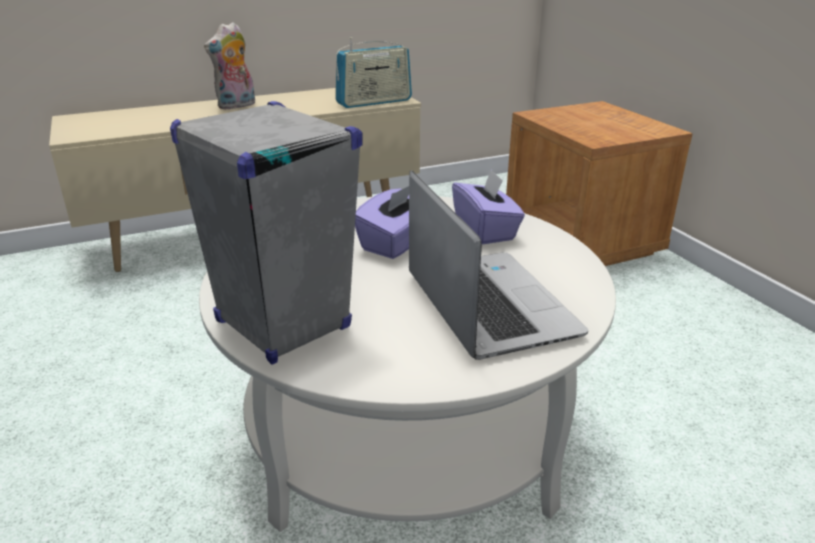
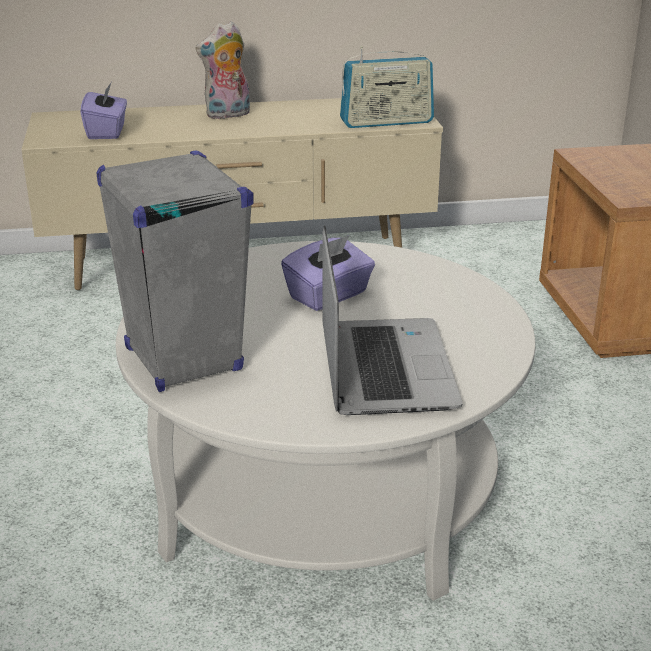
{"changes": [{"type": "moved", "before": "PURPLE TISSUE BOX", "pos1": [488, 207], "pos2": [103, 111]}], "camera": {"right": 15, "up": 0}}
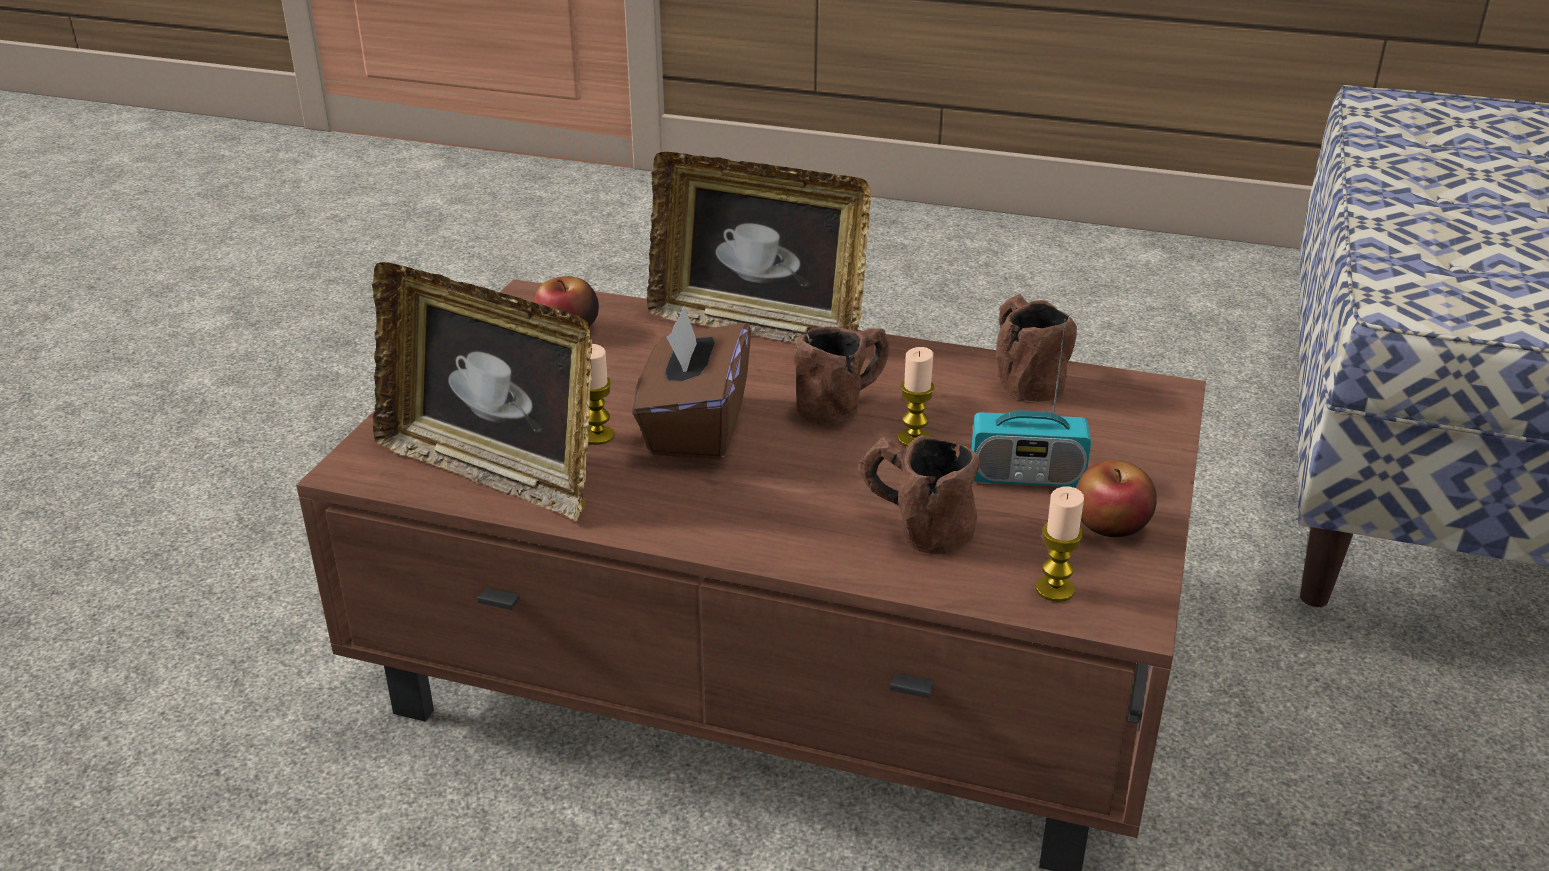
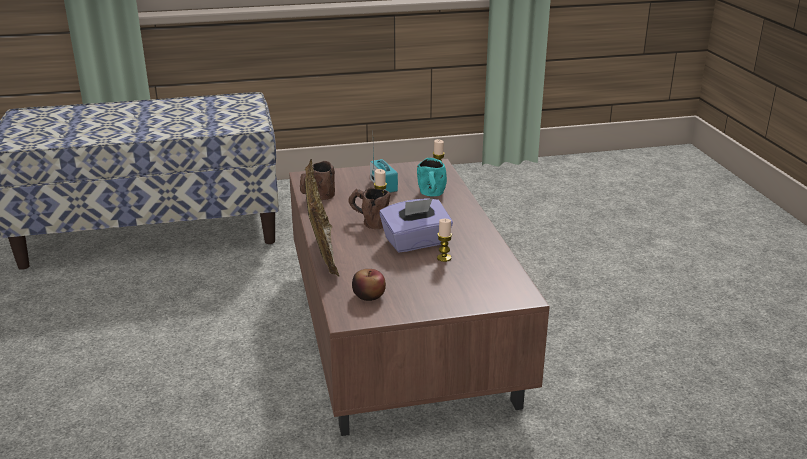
{"changes": [{"type": "removed", "before": "PICTURE FRAME", "pos1": [482, 391]}, {"type": "removed", "before": "APPLE", "pos1": [1116, 498]}, {"type": "recoloured", "before": "BROWN TISSUE BOX", "after": "PURPLE TISSUE BOX", "pos1": [691, 382], "pos2": [416, 225]}, {"type": "recoloured", "before": "BROWN MUG", "after": "TURQUOISE MUG", "pos1": [920, 494], "pos2": [432, 177]}], "camera": {"right": -120, "up": -5}}
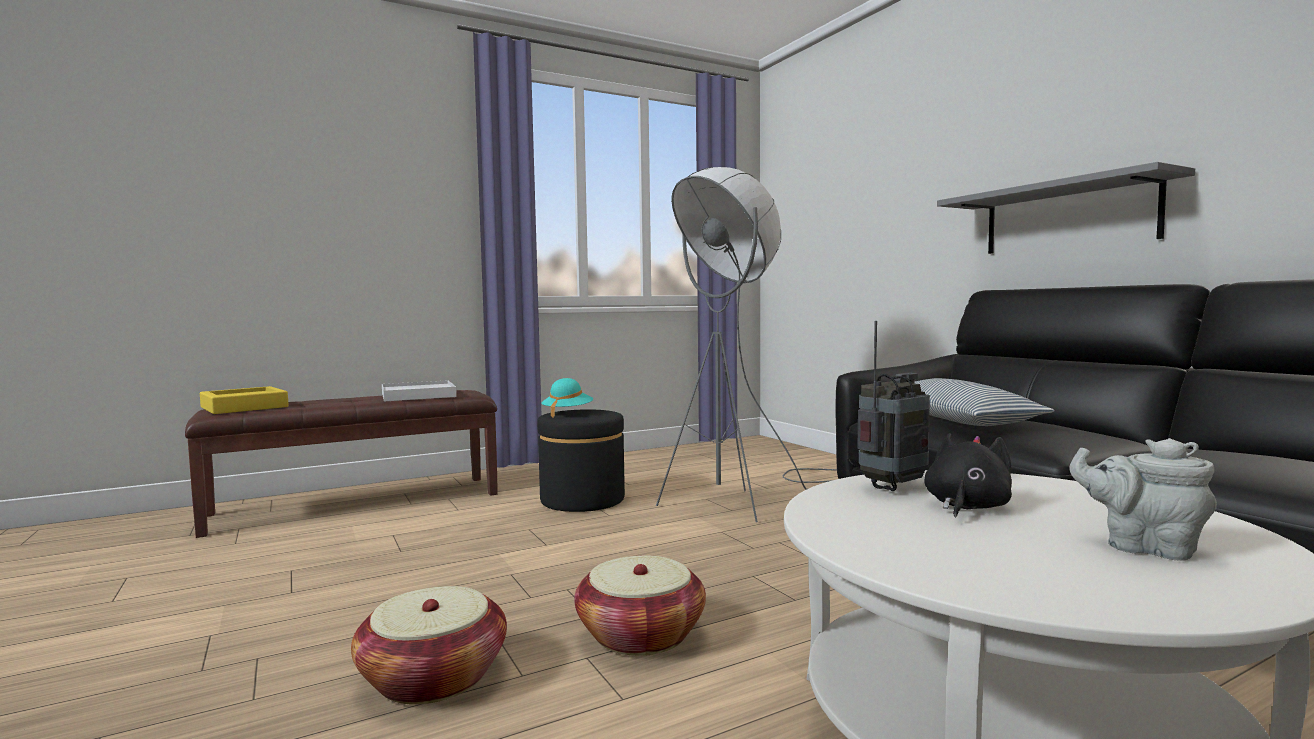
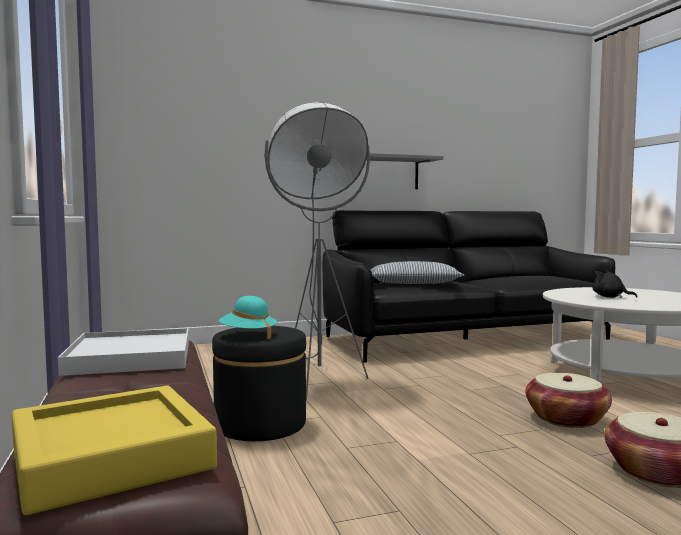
{"changes": [{"type": "removed", "before": "RADIO", "pos1": [894, 406]}, {"type": "removed", "before": "GREY TEAPOT", "pos1": [1143, 499]}], "camera": {"right": -80, "up": 0}}
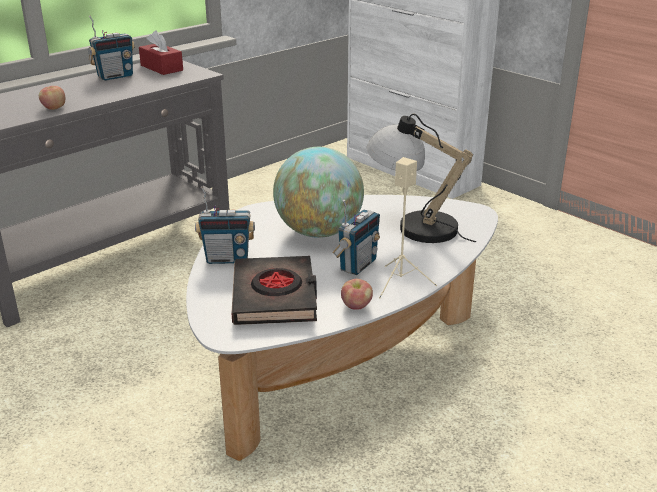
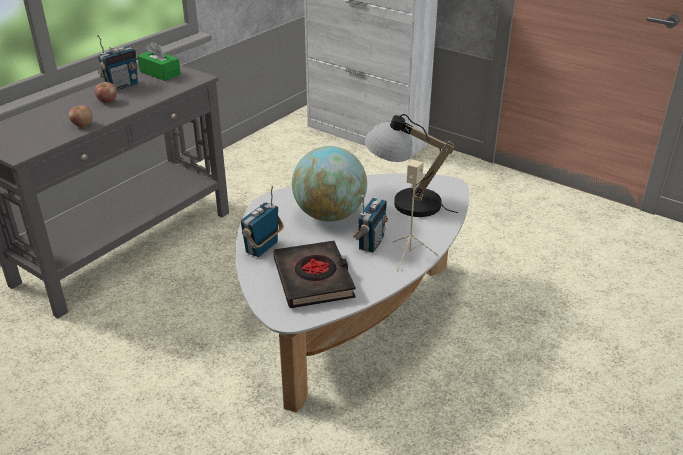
{"changes": [{"type": "moved", "before": "APPLE", "pos1": [357, 294], "pos2": [106, 92]}, {"type": "recoloured", "before": "RED TISSUE BOX", "after": "GREEN TISSUE BOX", "pos1": [161, 52], "pos2": [159, 61]}, {"type": "turned", "before": "RADIO", "pos1": [225, 225], "pos2": [262, 221], "turn": 135}], "camera": {"right": -10, "up": 5}}
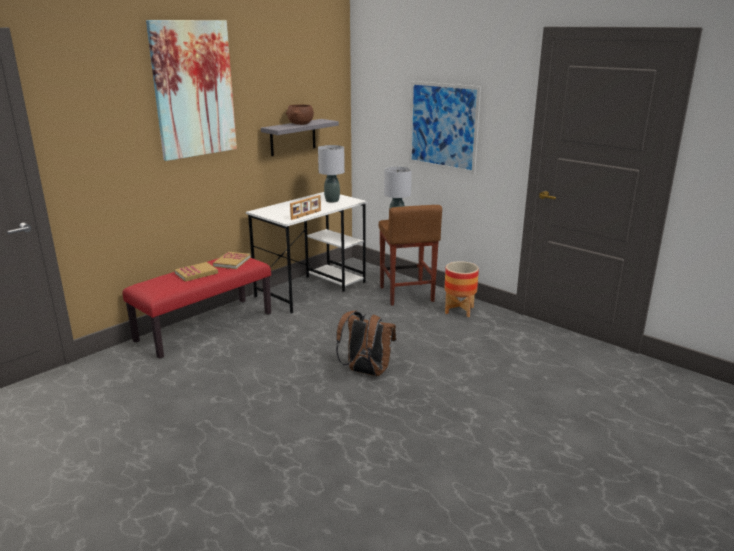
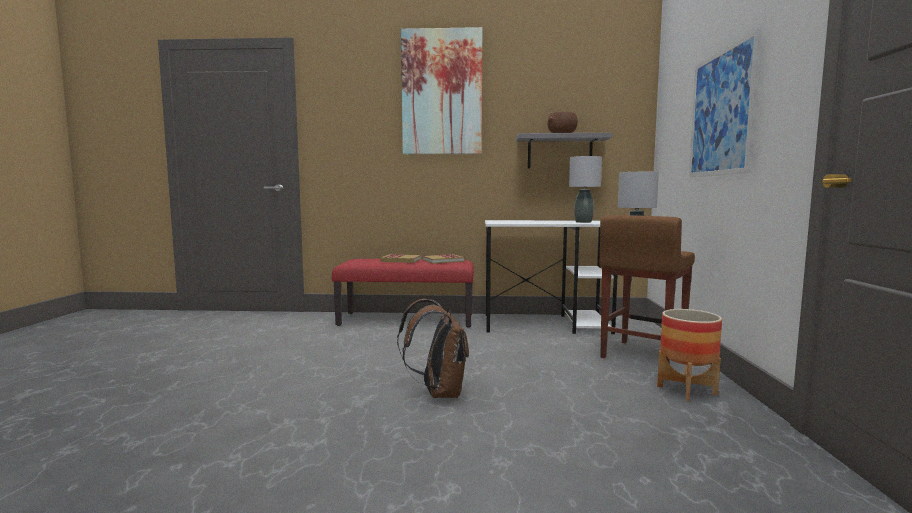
{"changes": [{"type": "removed", "before": "PICTURE FRAME", "pos1": [305, 207]}], "camera": {"right": 50, "up": -15}}
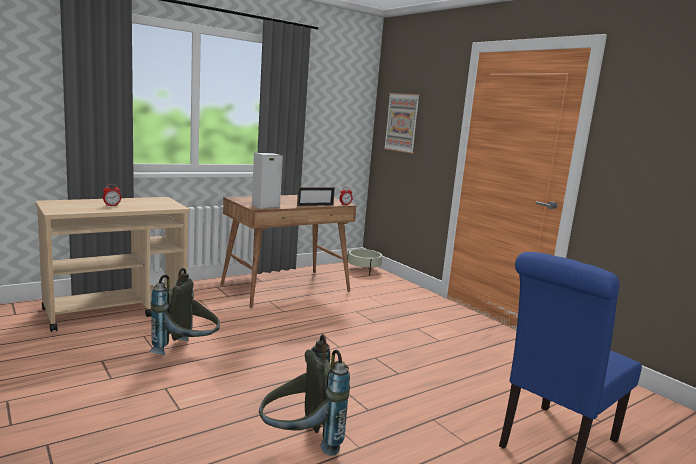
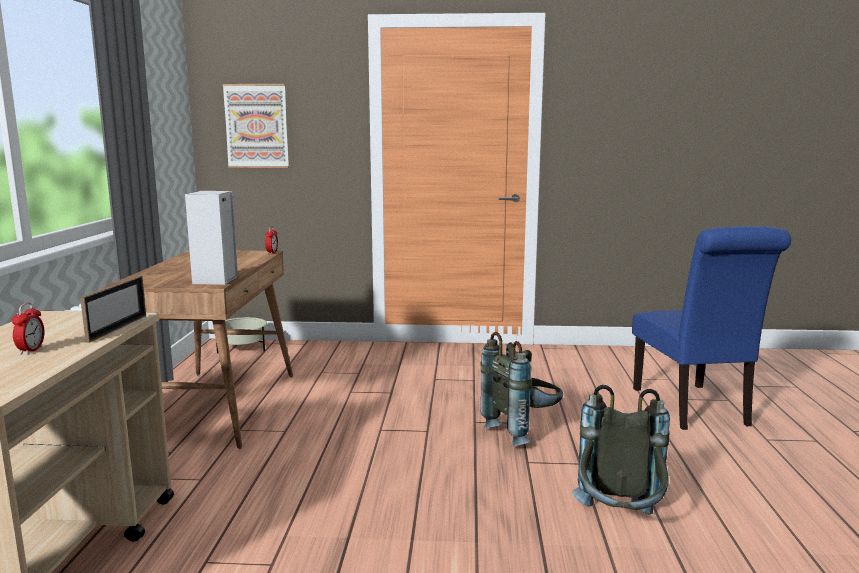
{"changes": [{"type": "moved", "before": "GREY BACKPACK", "pos1": [185, 311], "pos2": [522, 389]}, {"type": "moved", "before": "PICTURE FRAME", "pos1": [316, 196], "pos2": [113, 309]}], "camera": {"right": -50, "up": 0}}
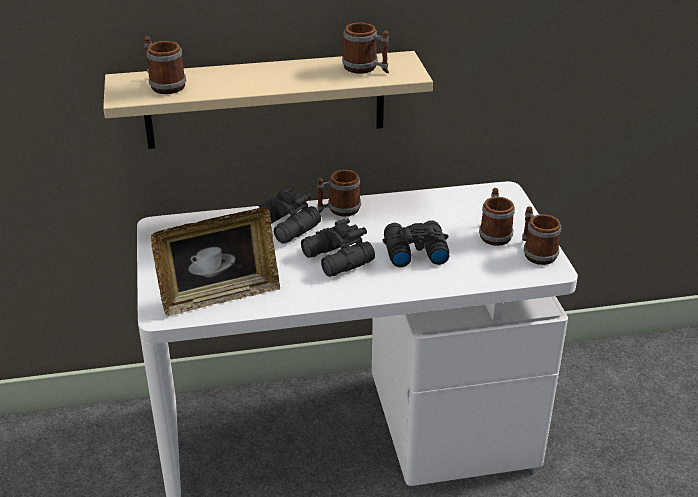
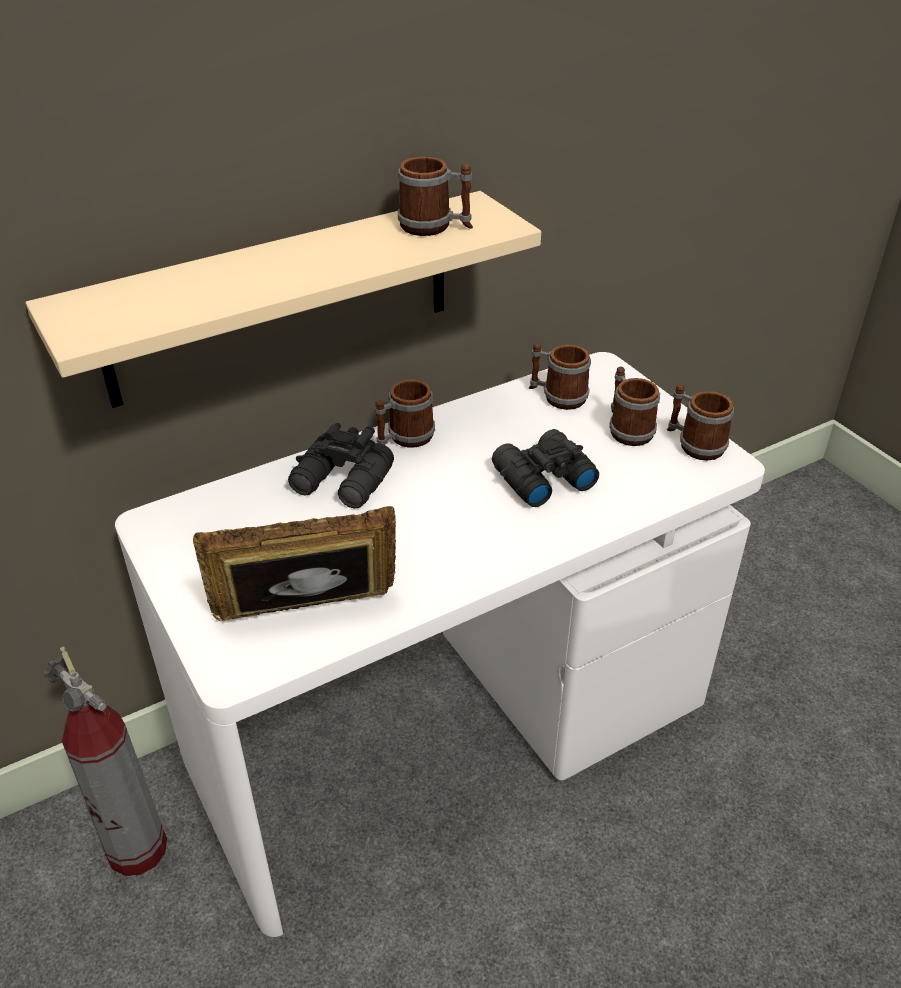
{"changes": [{"type": "removed", "before": "BLACK BINOCULARS", "pos1": [338, 248]}, {"type": "added", "after": "FIRE EXTINGUISHER", "pos2": [105, 761]}, {"type": "moved", "before": "MUG", "pos1": [165, 65], "pos2": [560, 376]}, {"type": "turned", "before": "PICTURE FRAME", "pos1": [215, 261], "pos2": [294, 563], "turn": -150}], "camera": {"right": -20, "up": 5}}
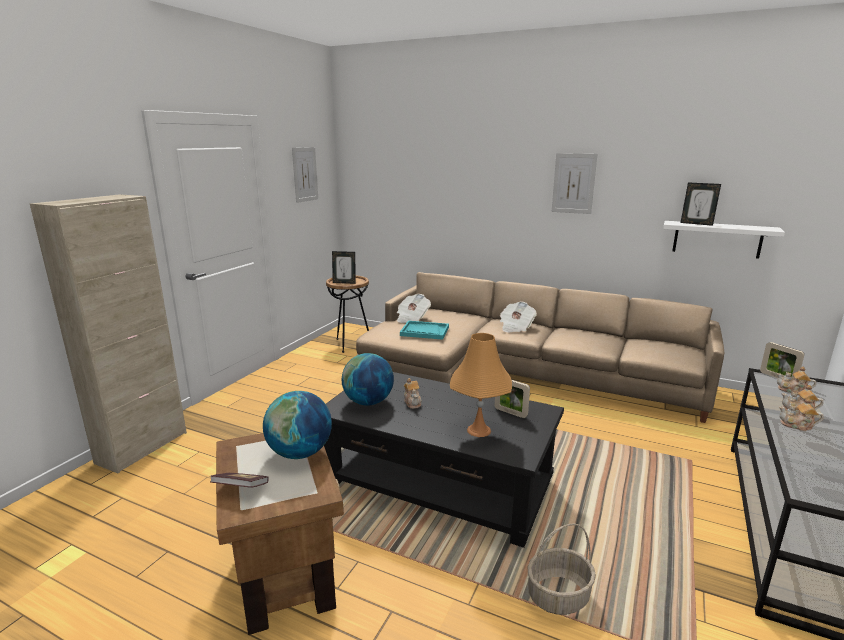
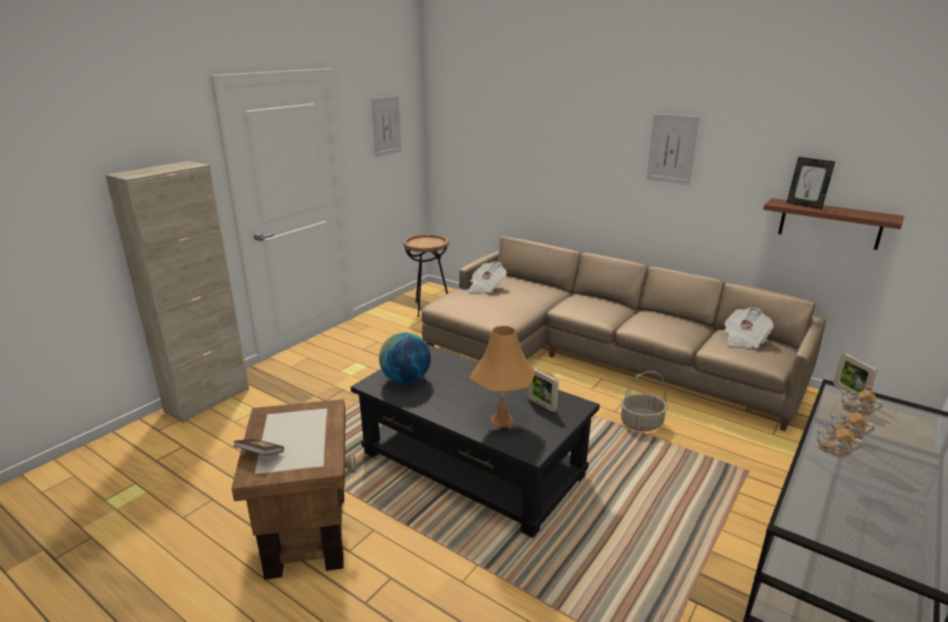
{"changes": [{"type": "removed", "before": "GLOBE", "pos1": [297, 425]}, {"type": "removed", "before": "PICTURE FRAME", "pos1": [344, 267]}, {"type": "removed", "before": "TURQUOISE TRAY", "pos1": [424, 330]}, {"type": "removed", "before": "TEAPOT", "pos1": [413, 393]}, {"type": "moved", "before": "NEWSPAPER", "pos1": [518, 316], "pos2": [749, 327]}, {"type": "moved", "before": "BASKET", "pos1": [562, 569], "pos2": [644, 401]}, {"type": "recoloured", "before": "WHITE SHELF", "after": "BROWN SHELF", "pos1": [724, 240], "pos2": [833, 224]}], "camera": {"right": 10, "up": 5}}
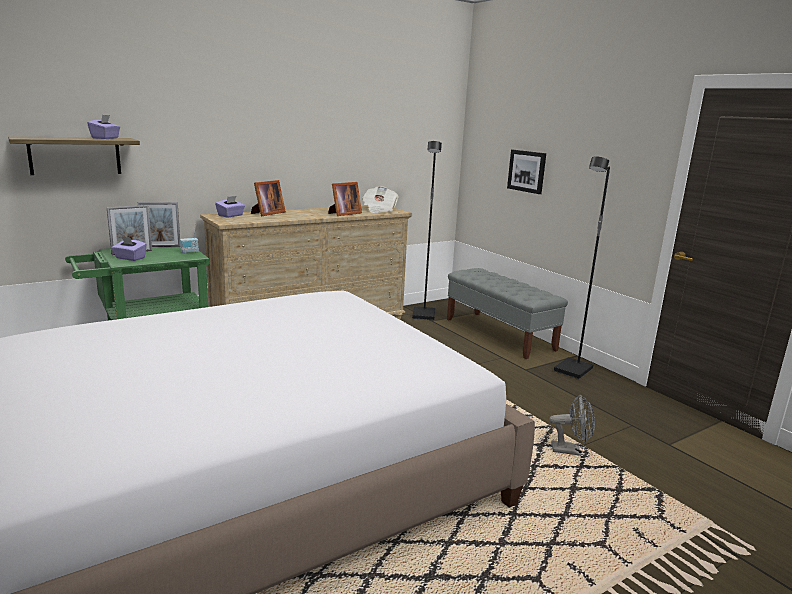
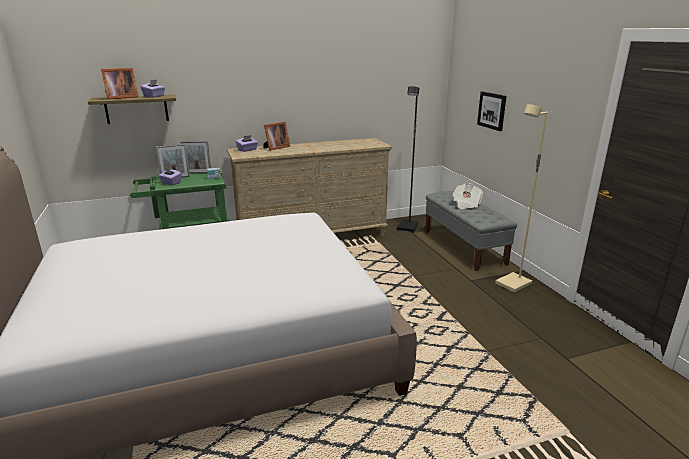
{"changes": [{"type": "removed", "before": "GREY FAN", "pos1": [572, 425]}, {"type": "moved", "before": "PICTURE FRAME", "pos1": [345, 199], "pos2": [119, 83]}, {"type": "moved", "before": "NEWSPAPER", "pos1": [380, 199], "pos2": [467, 196]}, {"type": "recoloured", "before": "BLACK FLOOR LAMP", "after": "BEIGE FLOOR LAMP", "pos1": [582, 268], "pos2": [521, 198]}], "camera": {"right": 15, "up": 5}}
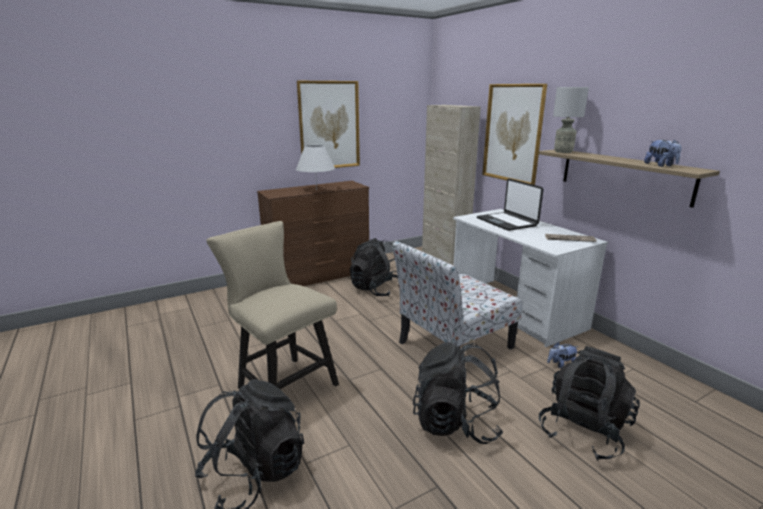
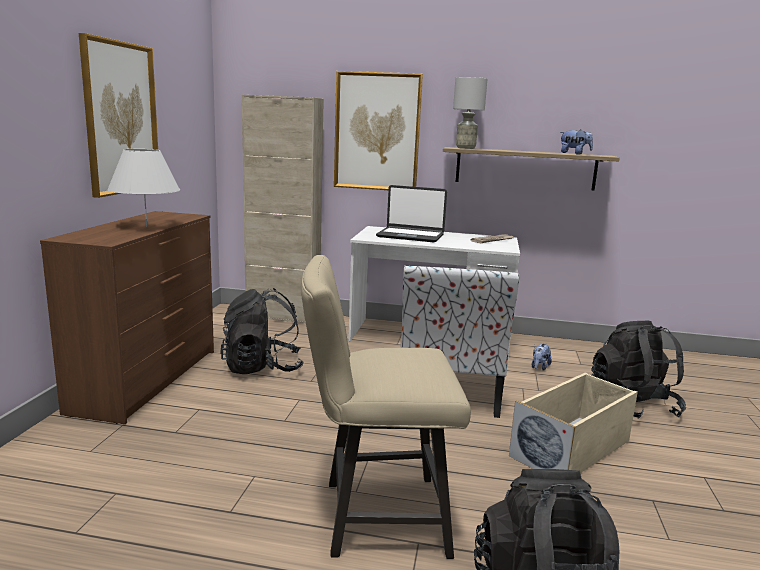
{"changes": [{"type": "replaced", "before": "BLACK BACKPACK", "after": "BEIGE STORAGE BOX", "pos1": [458, 393], "pos2": [573, 422]}], "camera": {"right": -50, "up": -5}}
